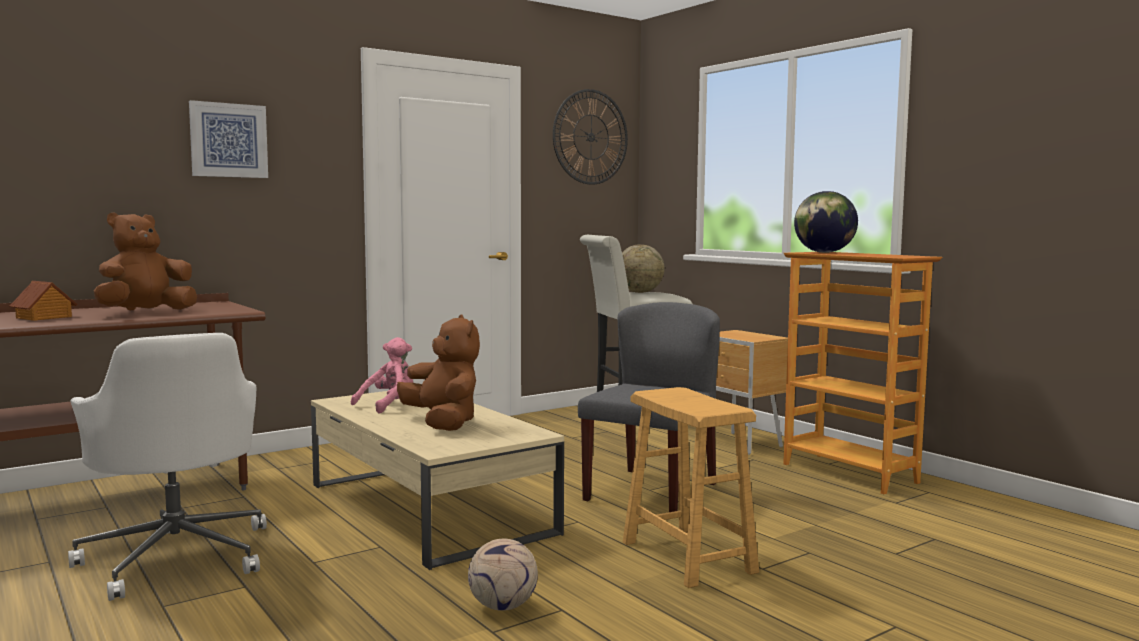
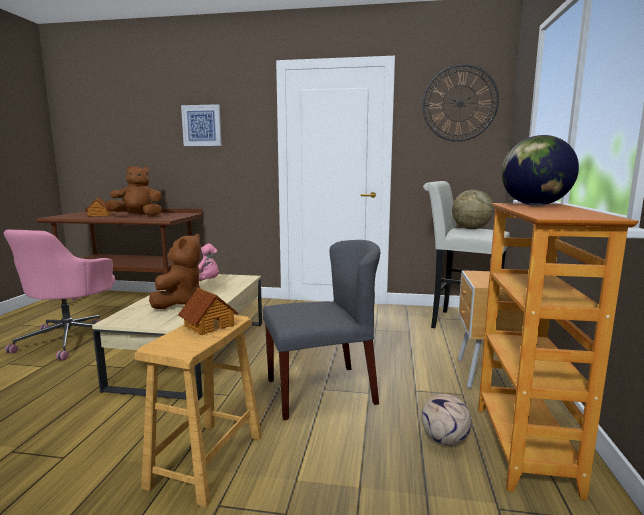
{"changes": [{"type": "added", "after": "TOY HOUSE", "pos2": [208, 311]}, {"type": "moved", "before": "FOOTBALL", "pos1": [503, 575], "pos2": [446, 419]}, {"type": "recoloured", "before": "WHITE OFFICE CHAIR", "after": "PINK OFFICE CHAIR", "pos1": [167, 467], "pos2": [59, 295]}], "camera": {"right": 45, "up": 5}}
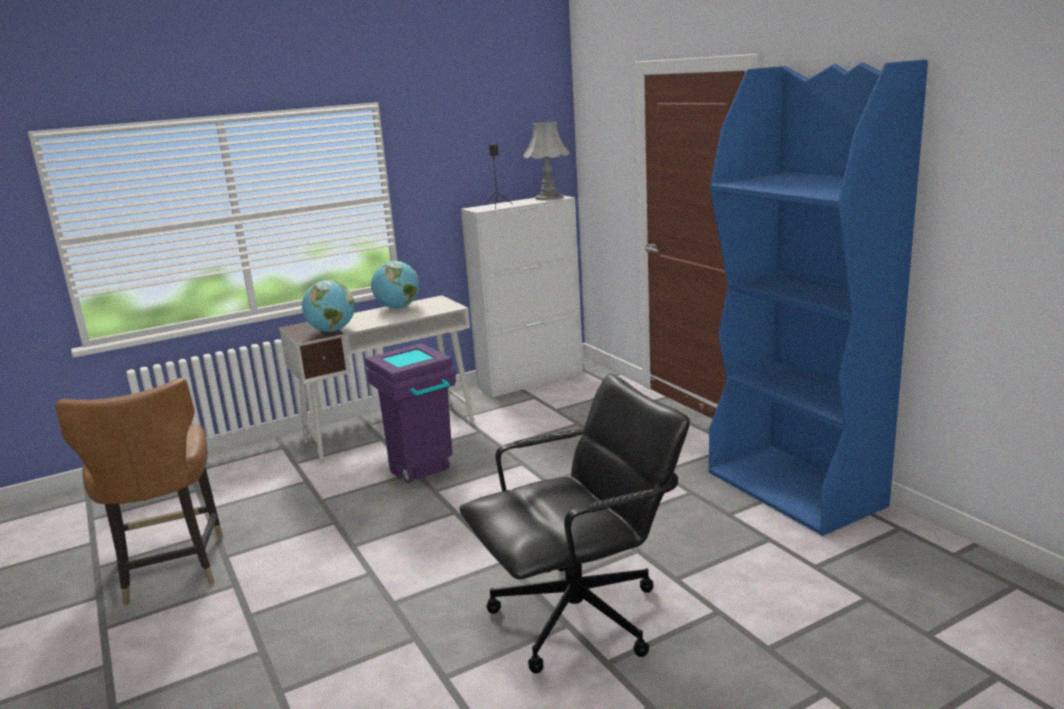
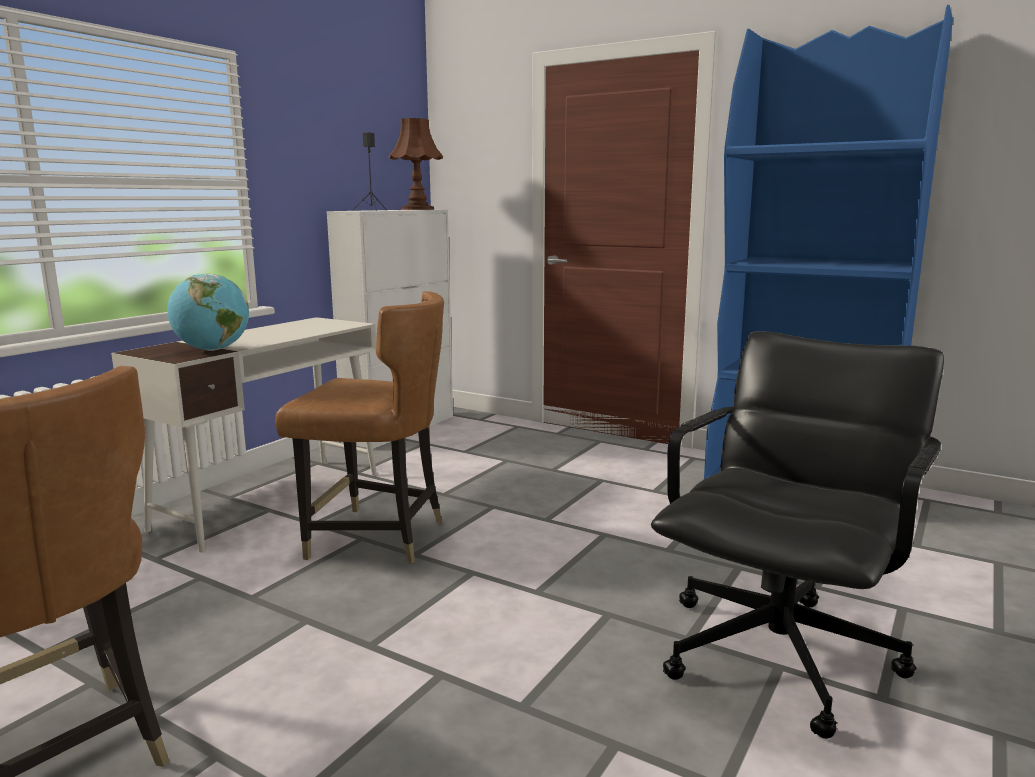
{"changes": [{"type": "removed", "before": "GLOBE", "pos1": [395, 285]}, {"type": "replaced", "before": "PURPLE TRASH CAN", "after": "BROWN CHAIR", "pos1": [410, 413], "pos2": [359, 427]}, {"type": "recoloured", "before": "GREY TABLE LAMP", "after": "BROWN TABLE LAMP", "pos1": [546, 161], "pos2": [416, 164]}], "camera": {"right": -30, "up": -5}}
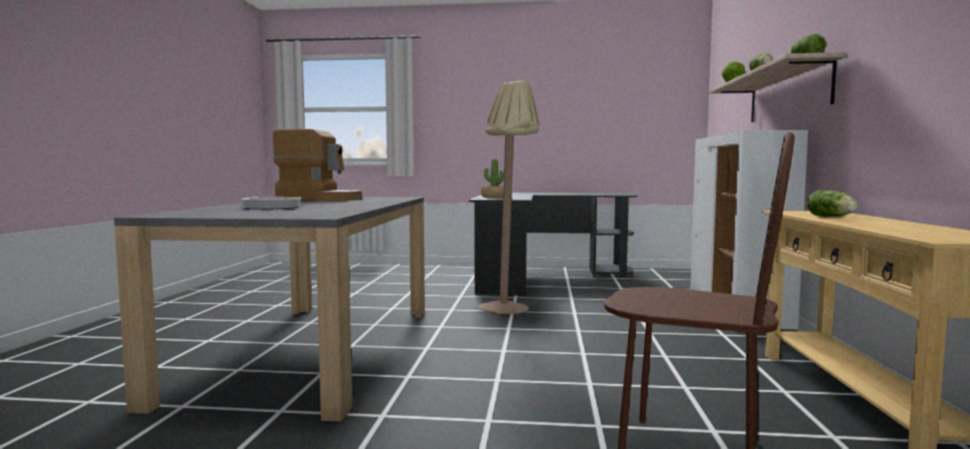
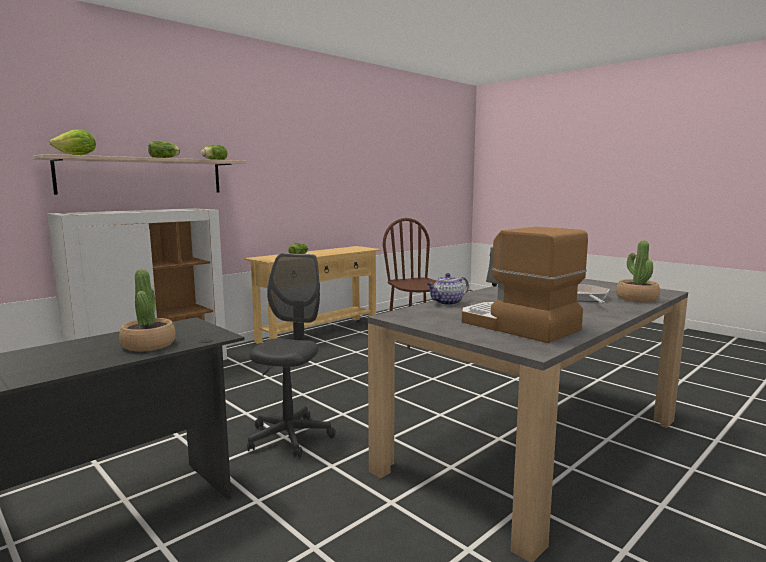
{"changes": [{"type": "added", "after": "TEAPOT", "pos2": [448, 289]}, {"type": "added", "after": "POTTED PLANT", "pos2": [638, 272]}, {"type": "replaced", "before": "BEIGE FLOOR LAMP", "after": "GREY OFFICE CHAIR", "pos1": [508, 197], "pos2": [291, 355]}], "camera": {"right": -140, "up": 5}}
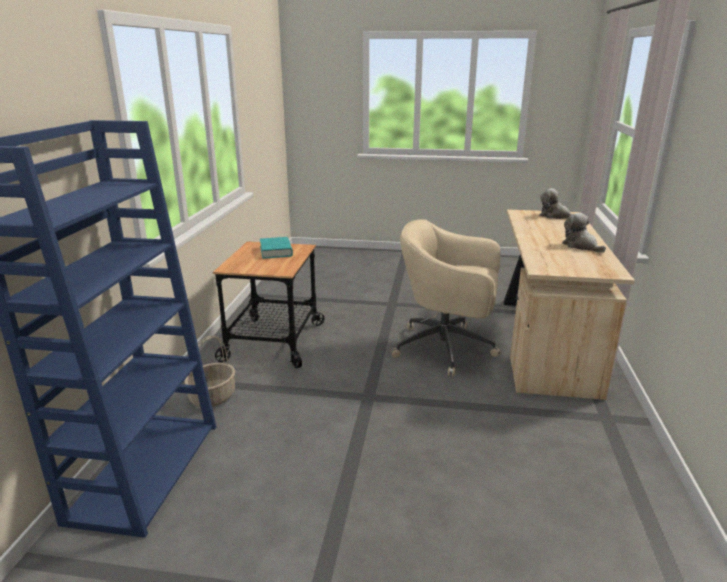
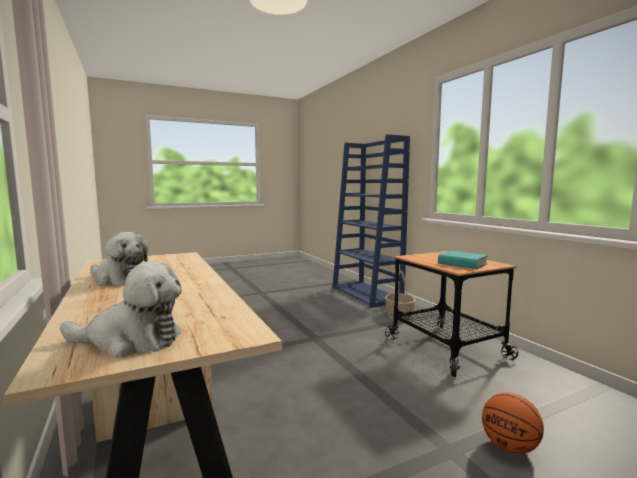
{"changes": [{"type": "removed", "before": "BEIGE OFFICE CHAIR", "pos1": [446, 298]}, {"type": "added", "after": "BASKETBALL", "pos2": [513, 423]}], "camera": {"right": 145, "up": -15}}
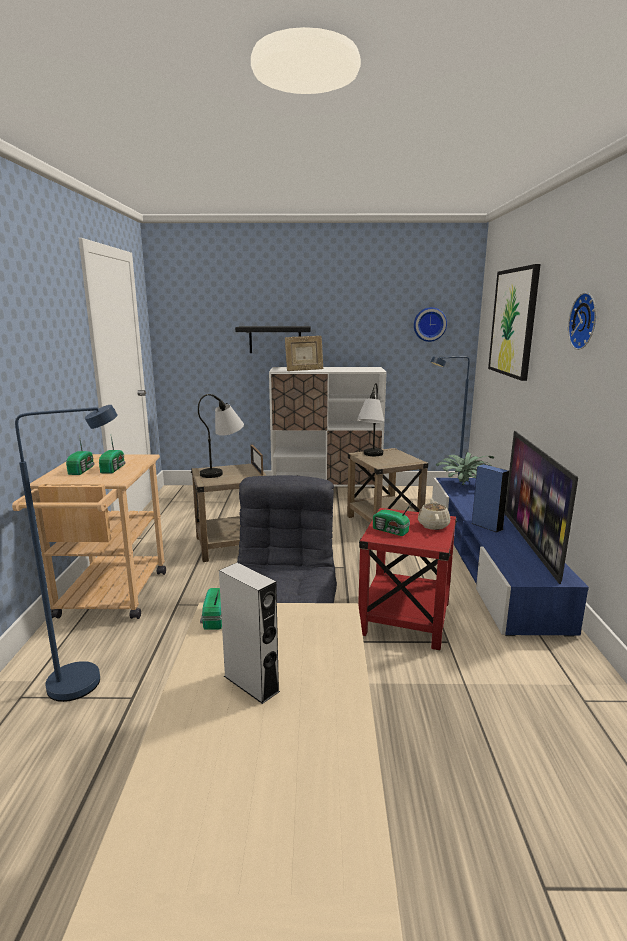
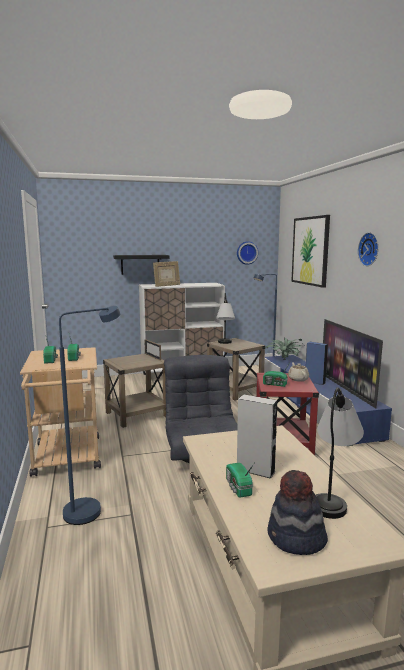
{"changes": [{"type": "added", "after": "HAT", "pos2": [297, 512]}, {"type": "moved", "before": "TABLE LAMP", "pos1": [221, 436], "pos2": [340, 453]}, {"type": "moved", "before": "RADIO", "pos1": [211, 609], "pos2": [240, 480]}], "camera": {"right": -15, "up": -5}}
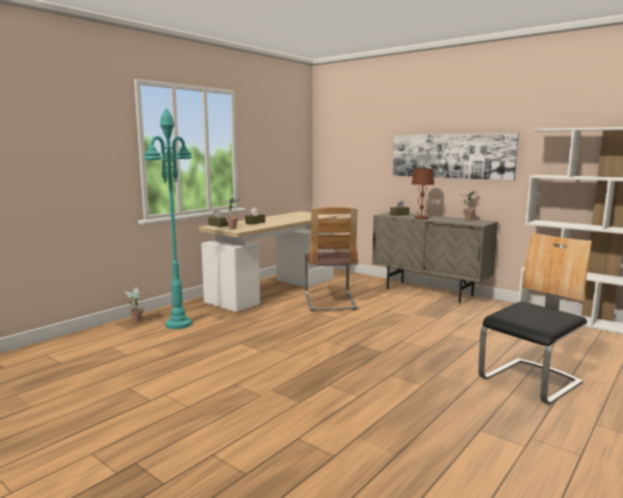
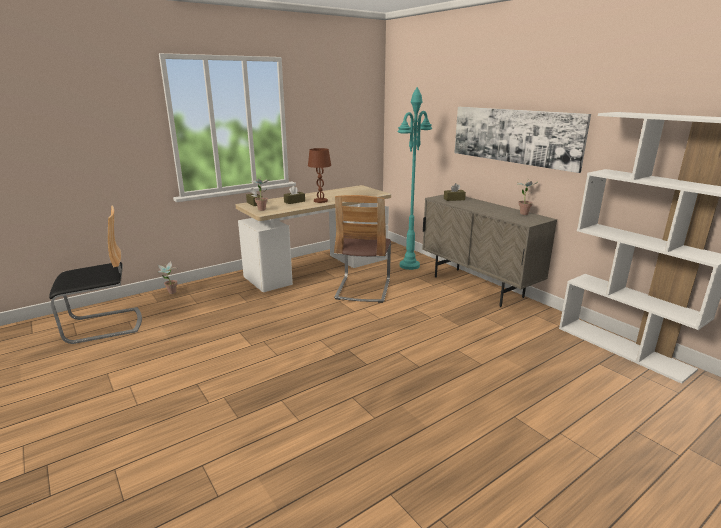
{"changes": [{"type": "moved", "before": "TURQUOISE FLOOR LAMP", "pos1": [168, 218], "pos2": [414, 178]}, {"type": "moved", "before": "BROWN TABLE LAMP", "pos1": [423, 193], "pos2": [319, 175]}, {"type": "moved", "before": "CHAIR", "pos1": [535, 319], "pos2": [95, 275]}], "camera": {"right": 15, "up": 10}}
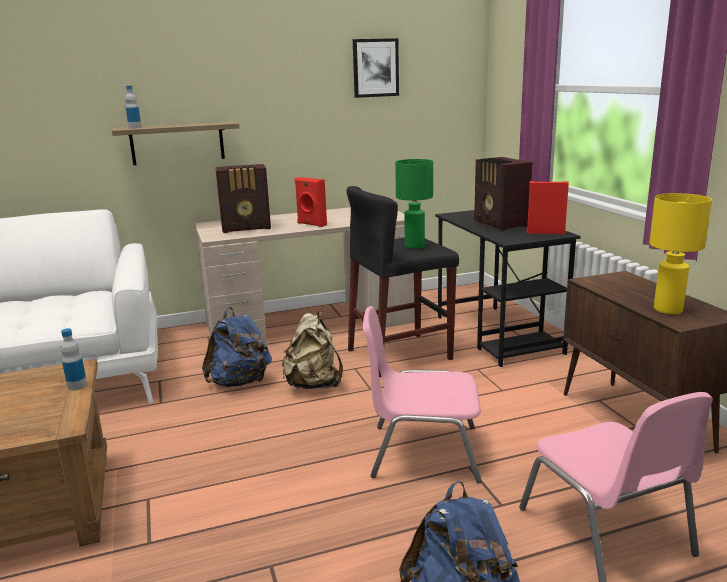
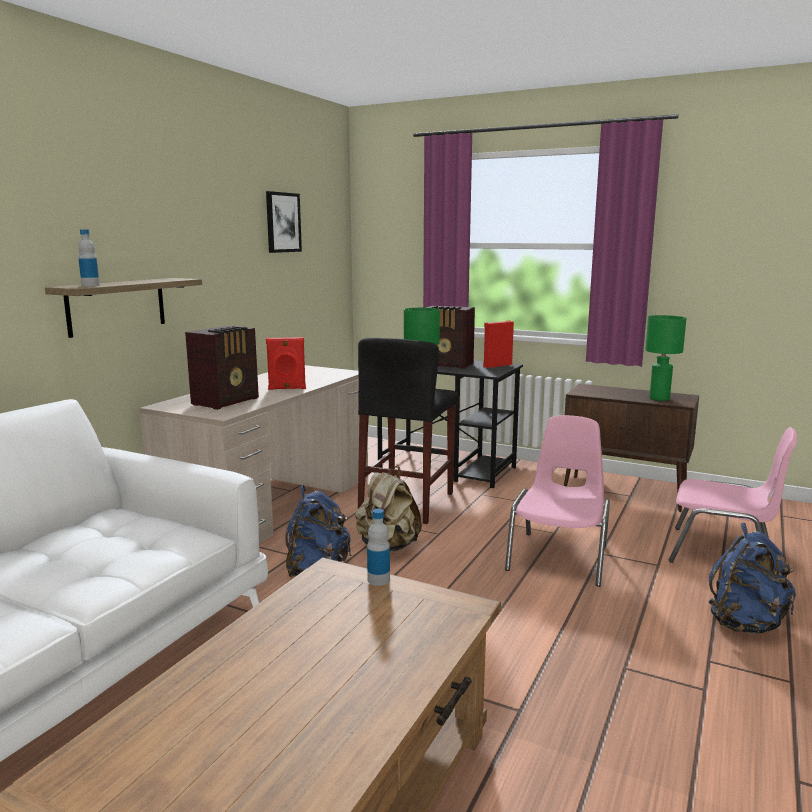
{"changes": [{"type": "recoloured", "before": "YELLOW TABLE LAMP", "after": "GREEN TABLE LAMP", "pos1": [680, 253], "pos2": [666, 358]}, {"type": "turned", "before": "PINK CHAIR", "pos1": [422, 395], "pos2": [557, 501], "turn": 150}], "camera": {"right": -45, "up": -5}}
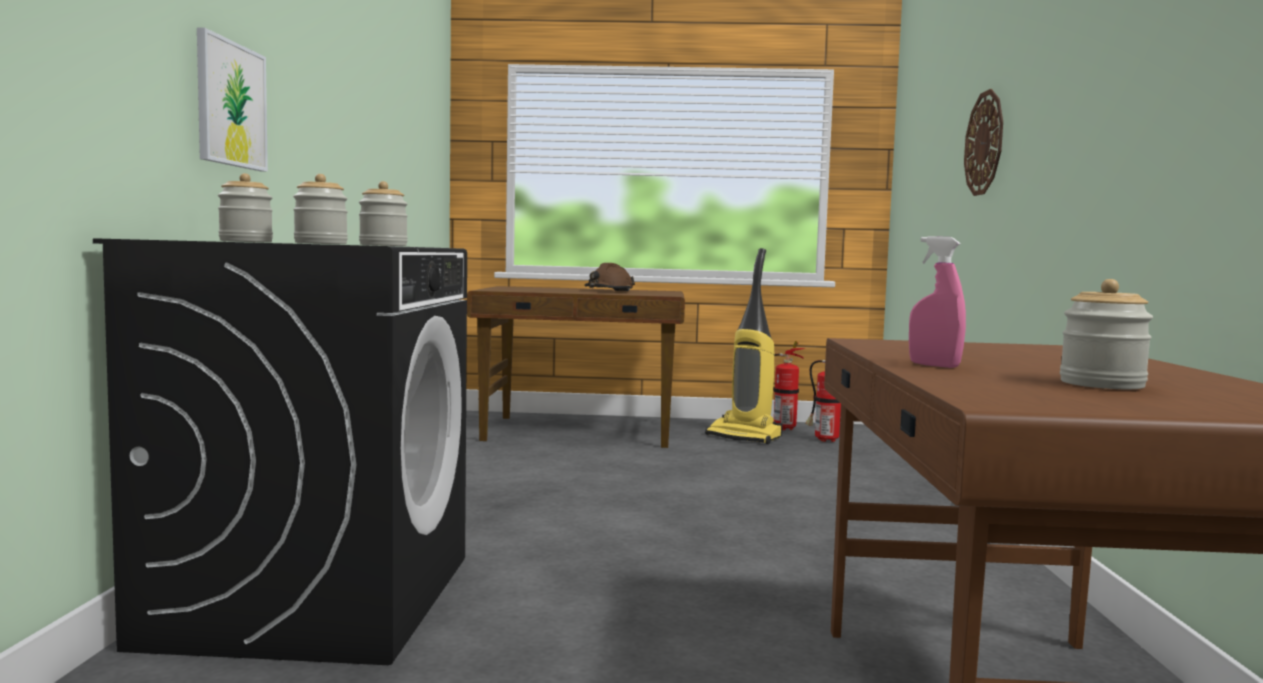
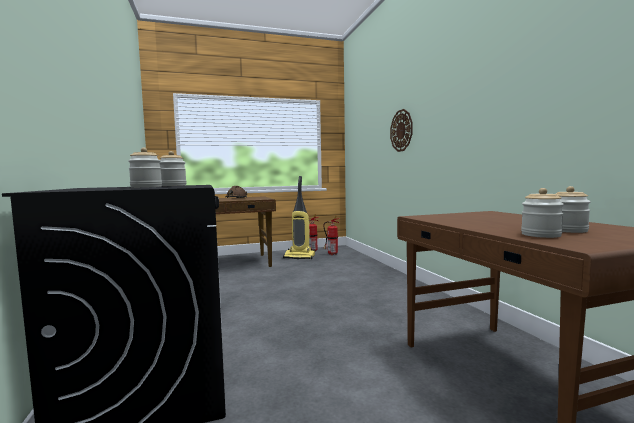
{"changes": [{"type": "removed", "before": "PICTURE", "pos1": [232, 99]}, {"type": "removed", "before": "PINK SPRAY BOTTLE", "pos1": [937, 302]}, {"type": "moved", "before": "JAR", "pos1": [245, 207], "pos2": [542, 213]}], "camera": {"right": -20, "up": 0}}
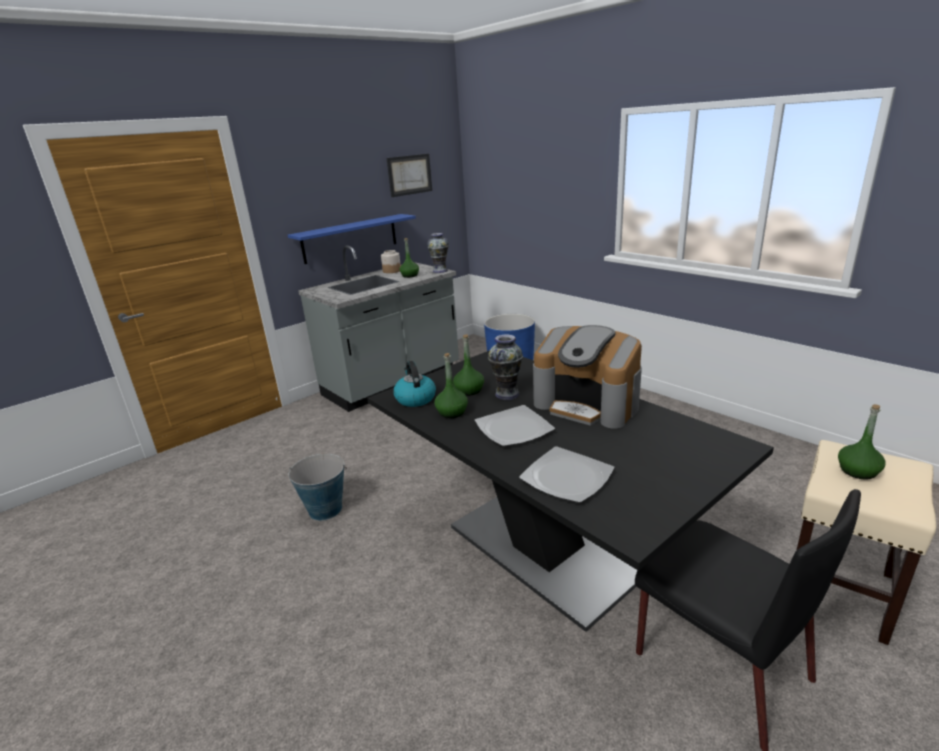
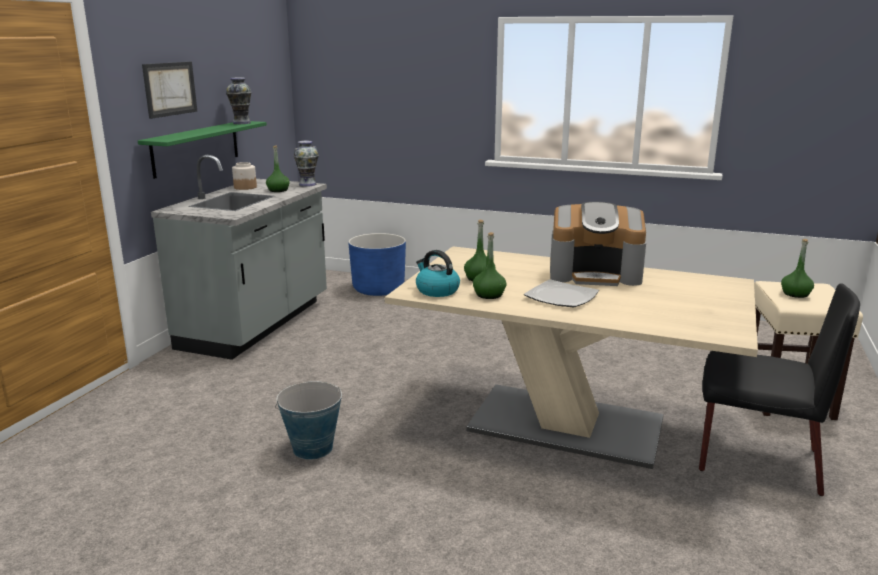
{"changes": [{"type": "removed", "before": "PLATE", "pos1": [567, 474]}, {"type": "moved", "before": "PICTURE", "pos1": [409, 175], "pos2": [169, 90]}, {"type": "moved", "before": "VASE", "pos1": [505, 367], "pos2": [239, 101]}, {"type": "recoloured", "before": "BLUE SHELF", "after": "GREEN SHELF", "pos1": [352, 239], "pos2": [202, 150]}, {"type": "recoloured", "before": "BLACK DINING TABLE", "after": "BEIGE DINING TABLE", "pos1": [570, 491], "pos2": [571, 357]}], "camera": {"right": -30, "up": -5}}
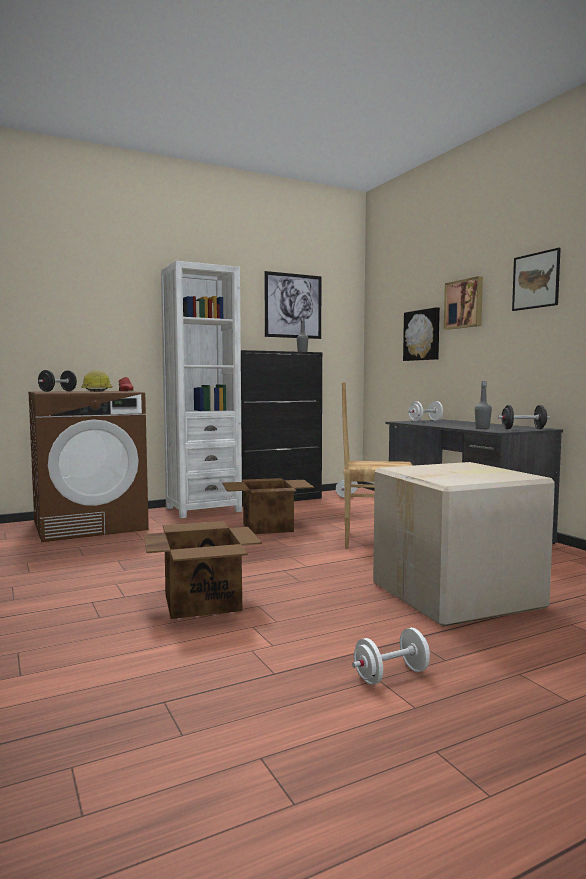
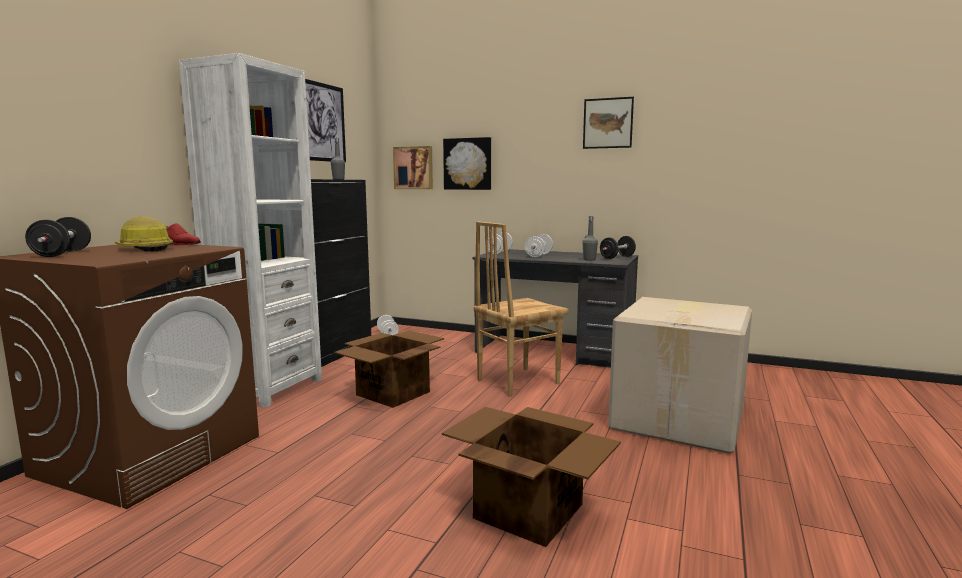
{"changes": [{"type": "moved", "before": "WHITE DUMBBELL", "pos1": [391, 656], "pos2": [539, 245]}, {"type": "moved", "before": "PICTURE", "pos1": [463, 303], "pos2": [413, 167]}], "camera": {"right": -40, "up": 5}}
